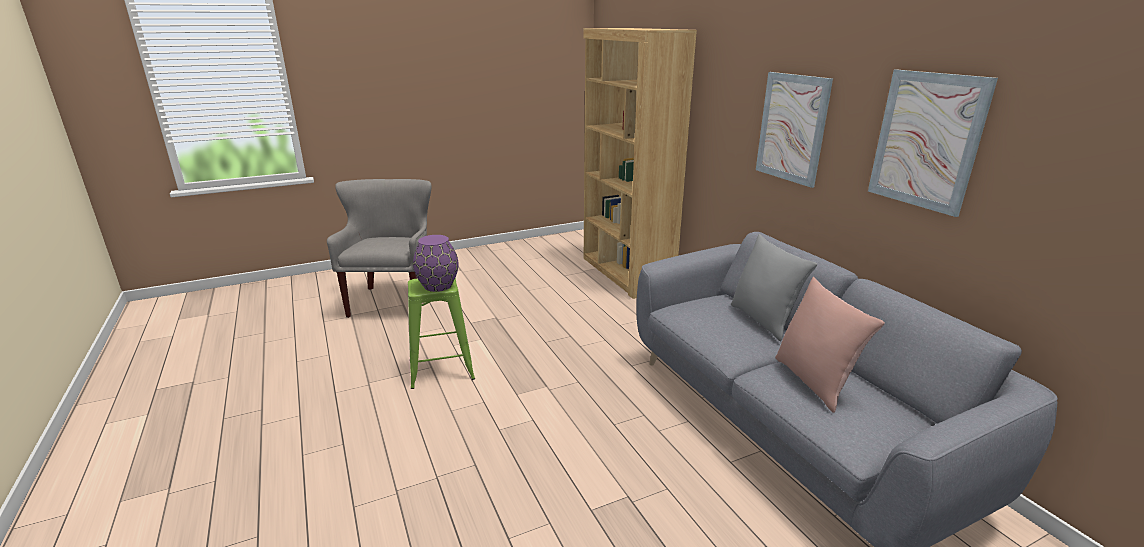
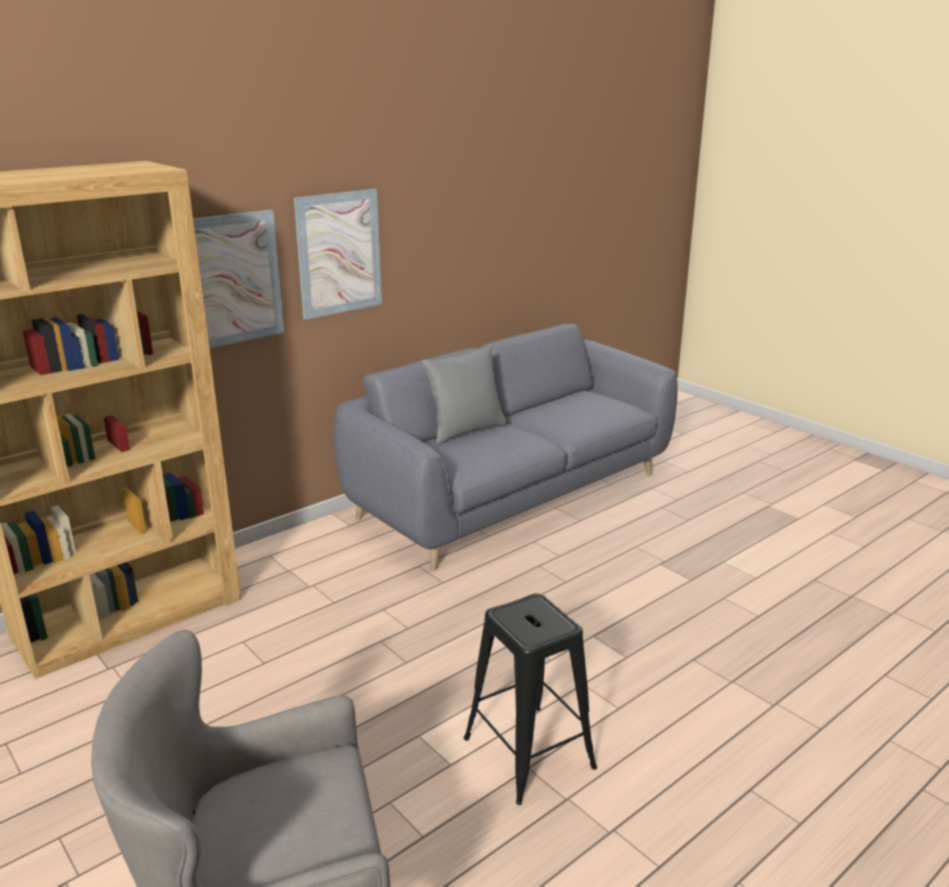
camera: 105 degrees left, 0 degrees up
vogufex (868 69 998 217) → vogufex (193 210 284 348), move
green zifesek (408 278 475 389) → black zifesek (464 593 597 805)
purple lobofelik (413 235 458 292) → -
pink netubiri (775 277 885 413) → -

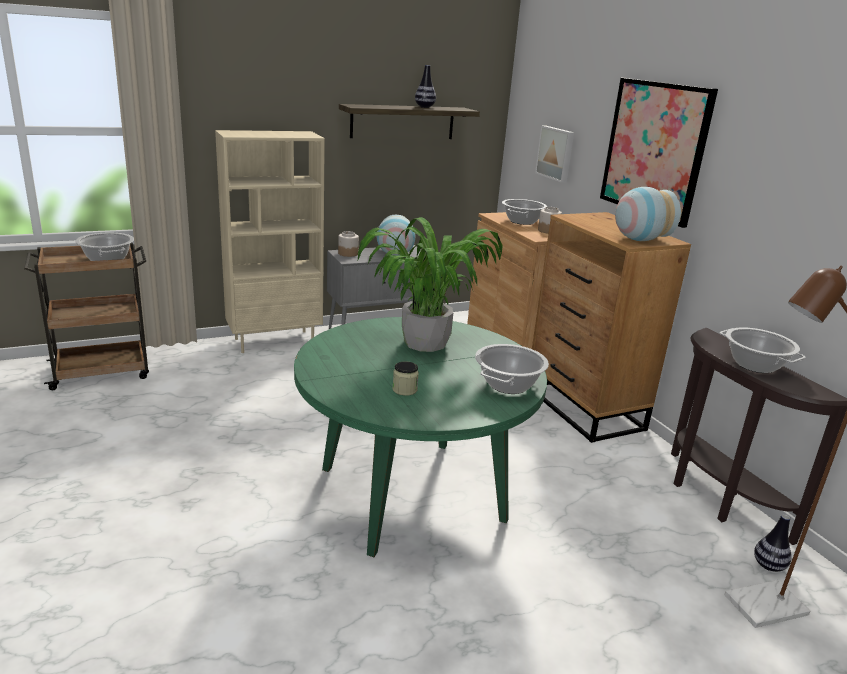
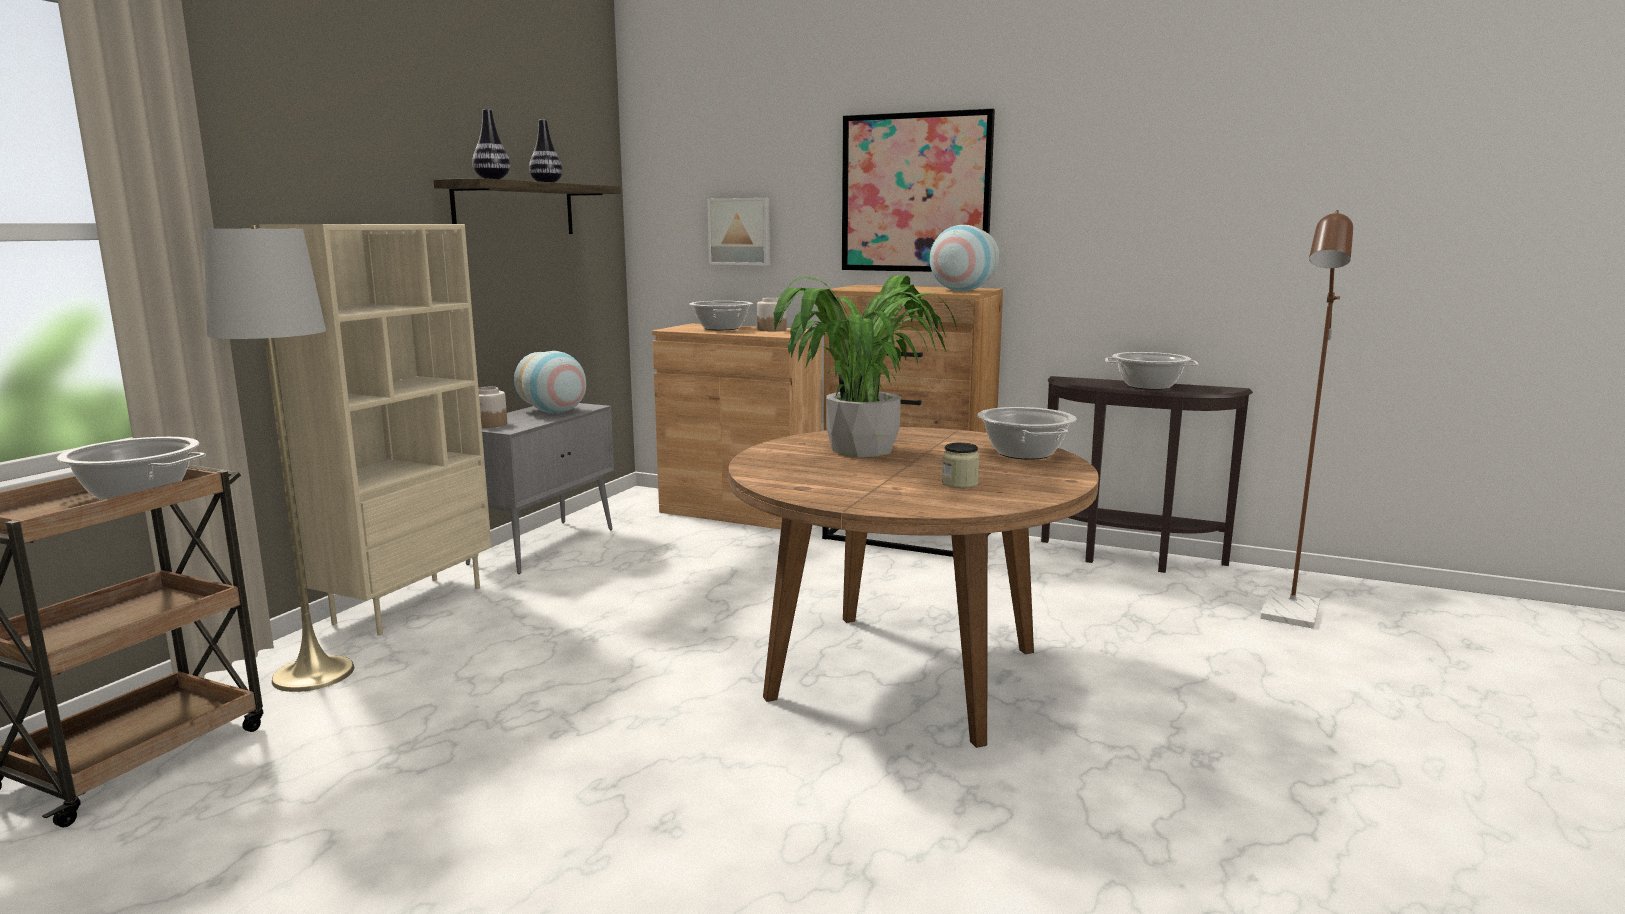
camera: 40 degrees left, 10 degrees down
- → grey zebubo (203 225 354 692)
lobofelik (754 514 792 572) → lobofelik (472 109 510 179), move
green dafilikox (294 317 547 557) → brown dafilikox (729 427 1099 748)

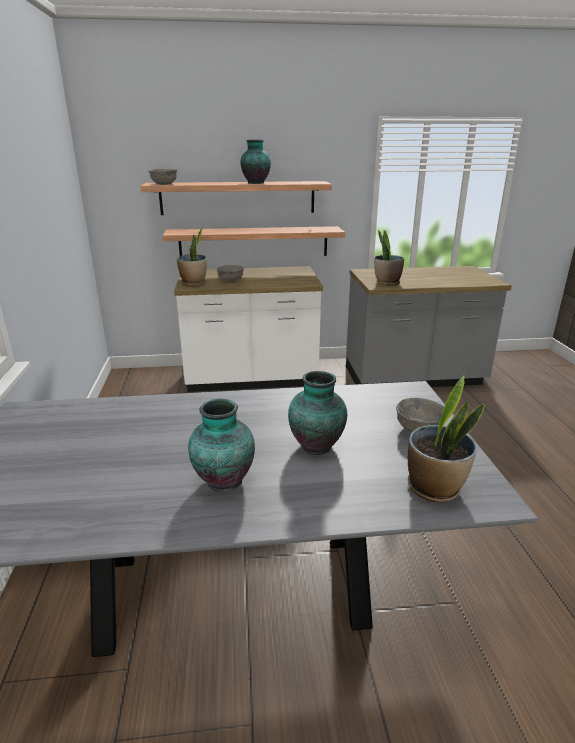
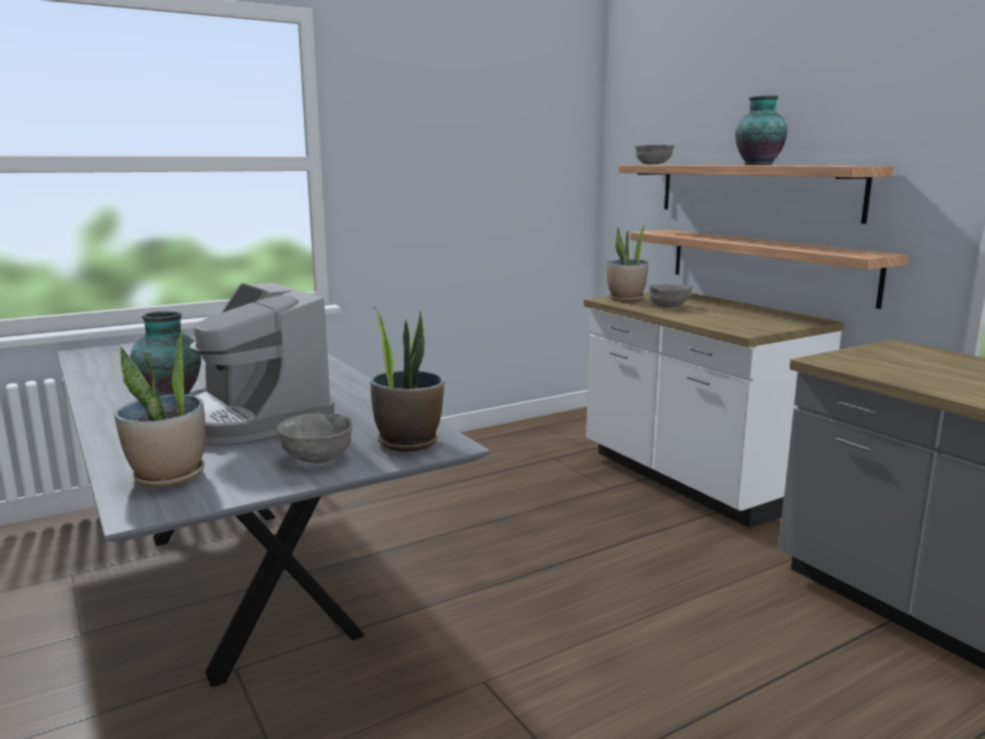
camera: 65 degrees right, 10 degrees down
lobofelik (288 371 347 455) → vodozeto (186 283 335 444)
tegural (374 230 404 286) → tegural (370 307 444 452), move

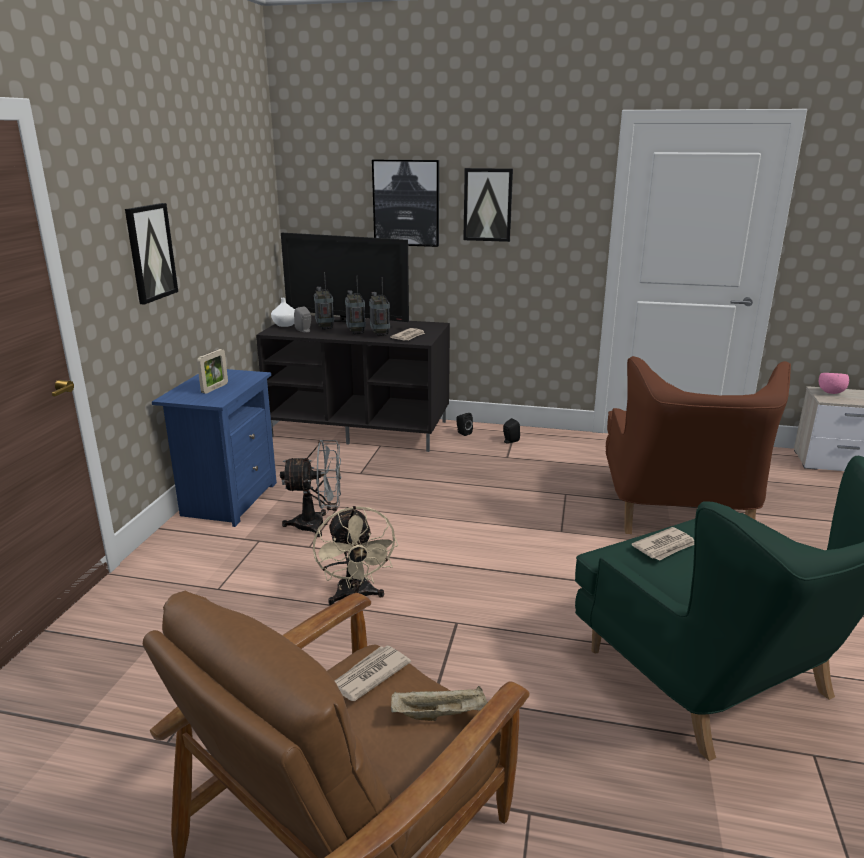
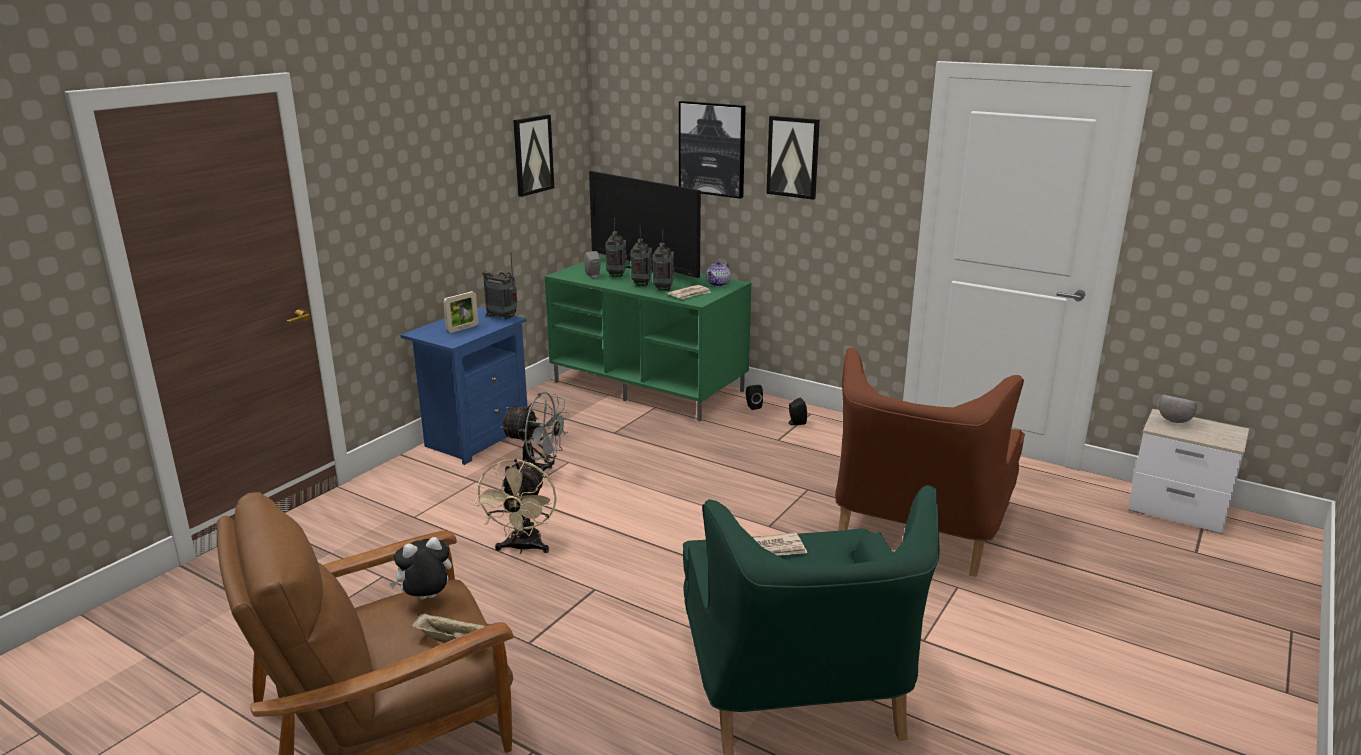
camera: 20 degrees right, 0 degrees up
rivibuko (334 646 411 701) → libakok (389 537 452 600)
- → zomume (482 252 517 319)
vogufex (125 203 178 304) → vogufex (513 114 554 197), move
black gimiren (256 315 450 452) → green gimiren (545 256 751 421)
- → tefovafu (706 261 731 287)
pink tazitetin (819 373 849 394) → grey tazitetin (1159 395 1197 423)
white lobofelik (271 298 295 327) → -

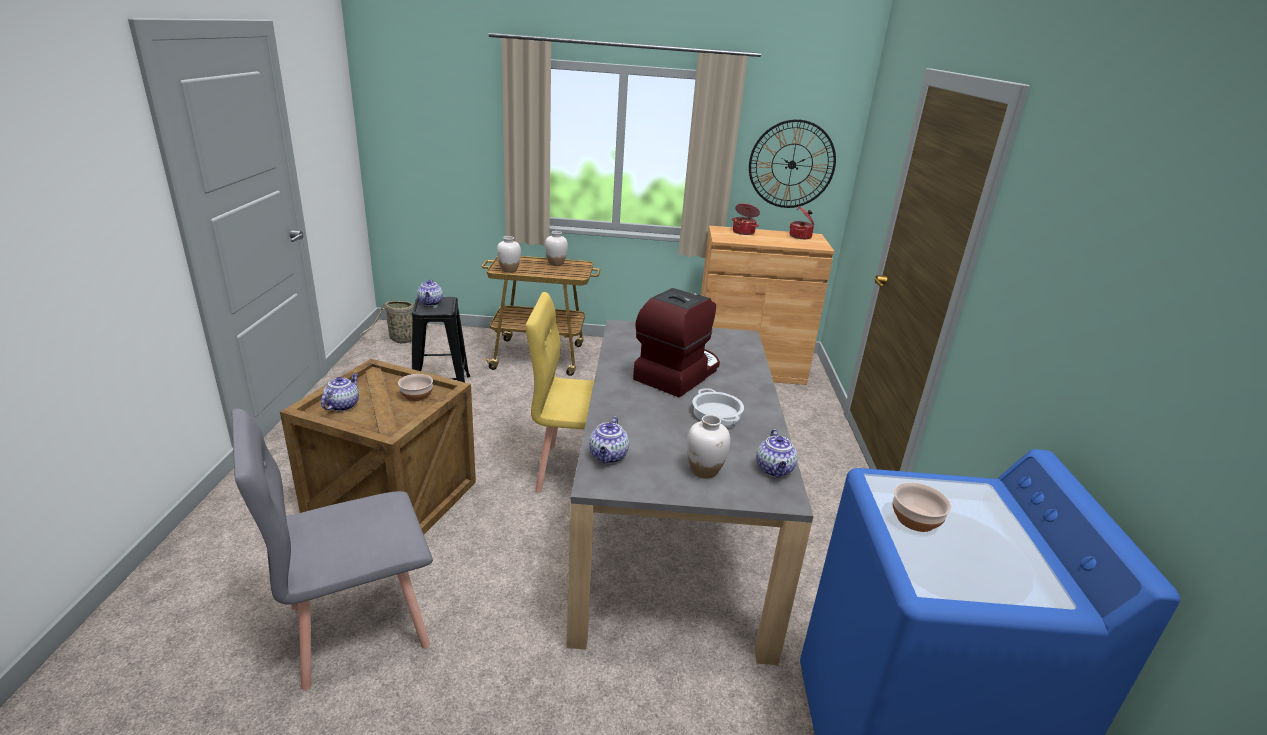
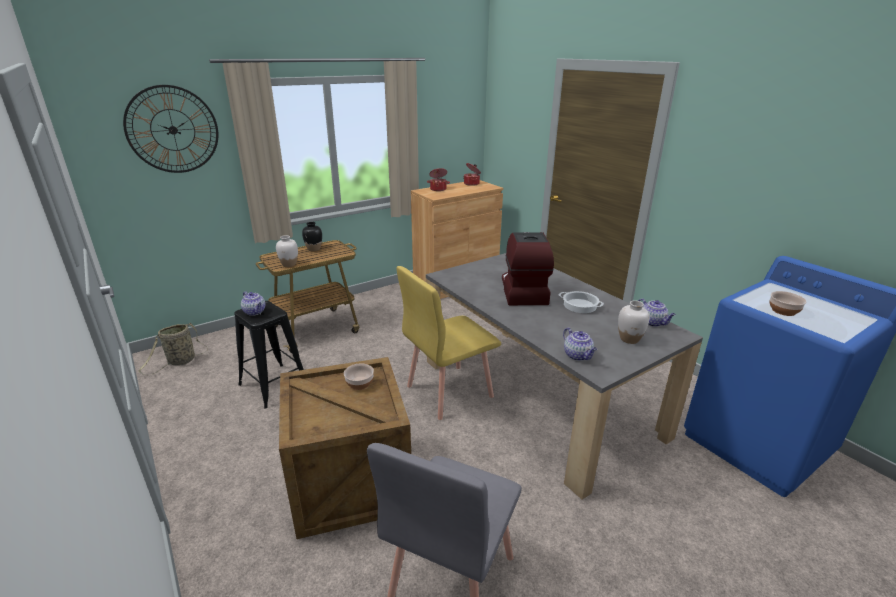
camera: 35 degrees left, 0 degrees up
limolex (749 119 836 208) → limolex (123 85 219 173), move
white lobofelik (545 231 568 266) → black lobofelik (302 222 322 251)
tefovafu (321 373 359 411) → -

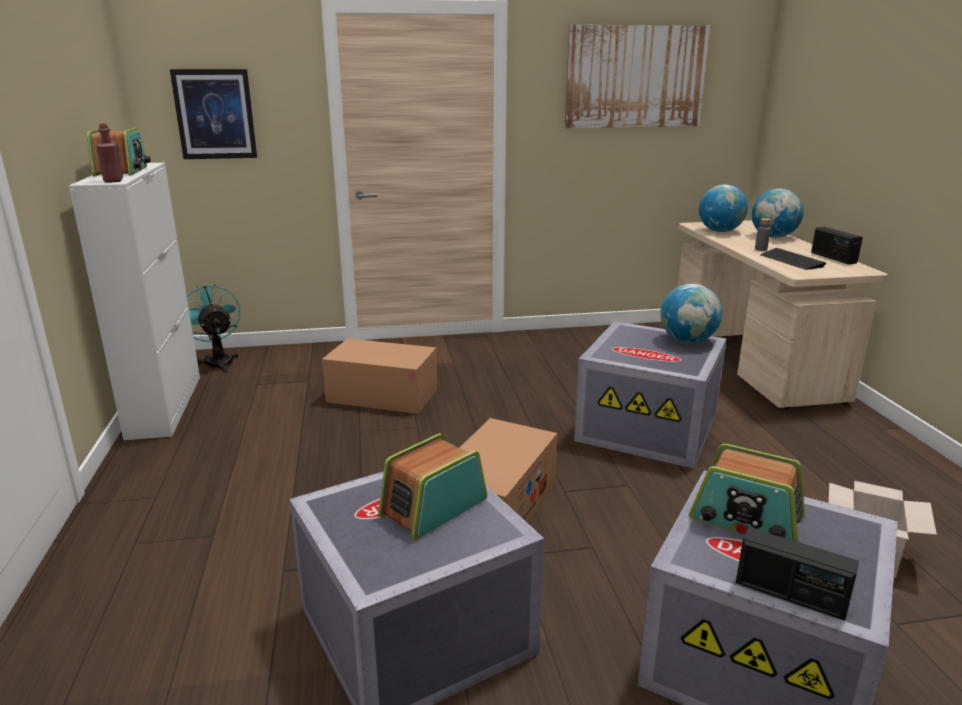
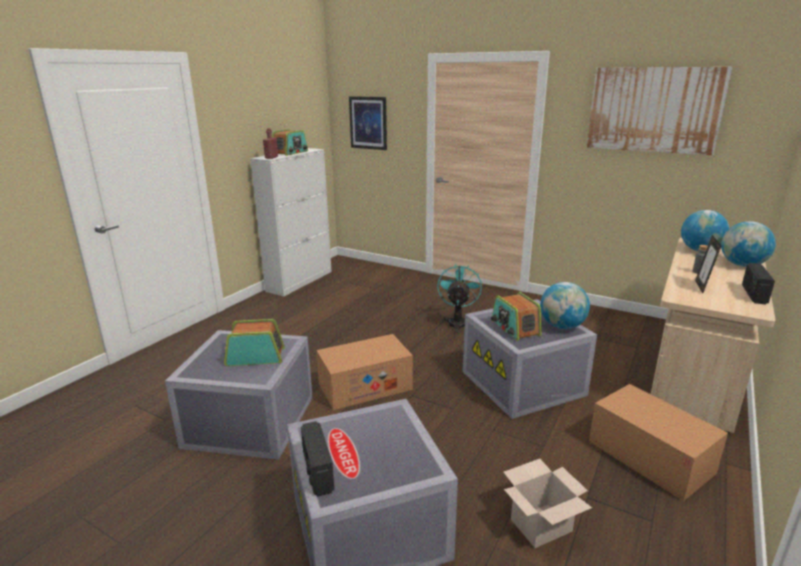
camera: 40 degrees right, 0 degrees up
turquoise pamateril (187 284 240 372) → turquoise pamateril (437 263 482 333), move
zomume (689 444 805 542) → zomume (491 292 542 341), move
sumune (322 338 437 414) → sumune (589 384 728 501), move
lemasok (760 248 826 270) → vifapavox (695 235 721 293)

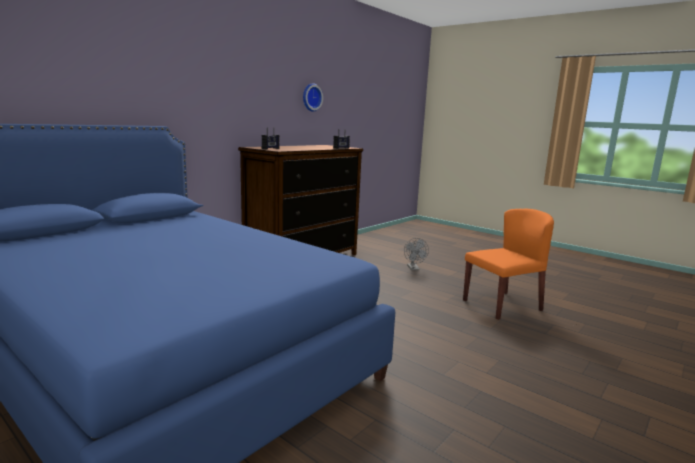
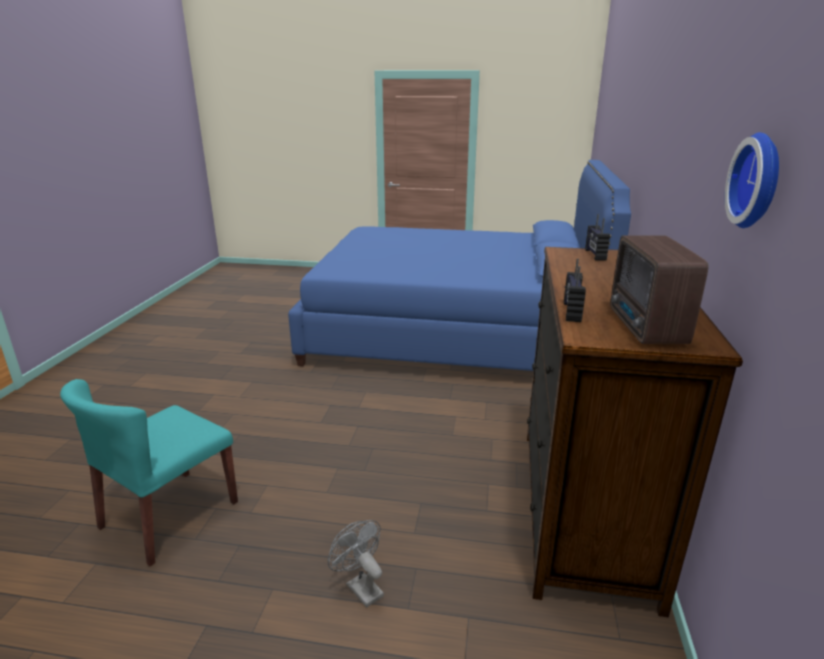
camera: 150 degrees right, 10 degrees up
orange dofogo (463 209 554 320) → turquoise dofogo (60 379 238 567)
- → zomume (610 235 709 344)

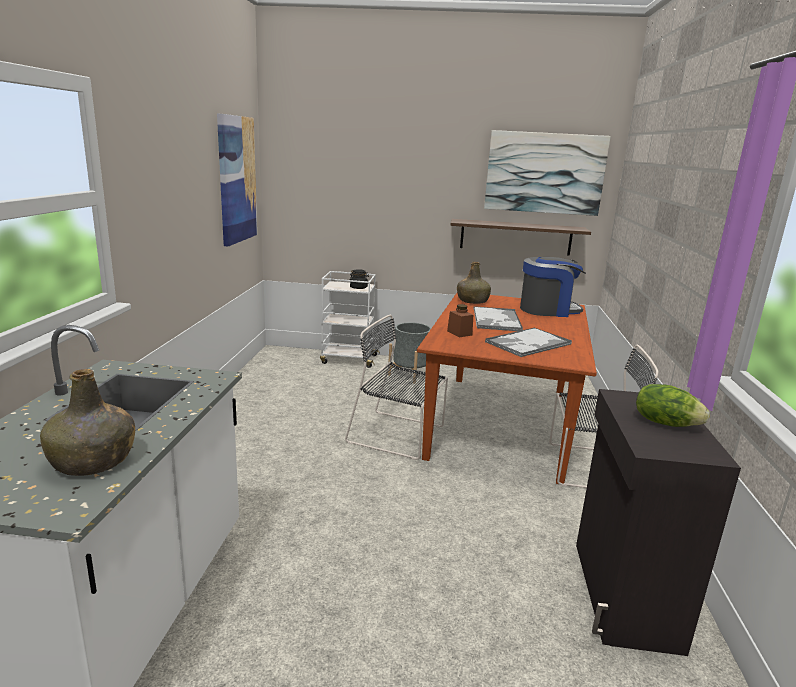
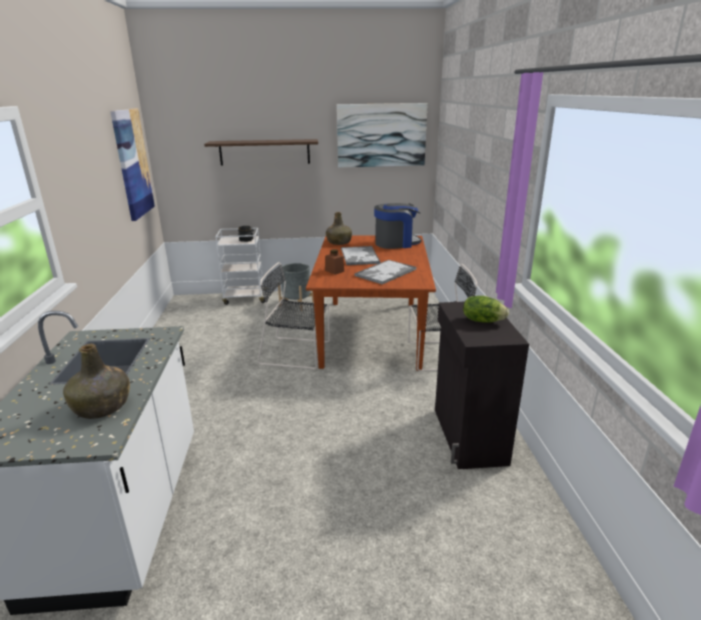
camera: 10 degrees left, 5 degrees up
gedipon (450 219 591 256) → gedipon (204 139 318 166), move

